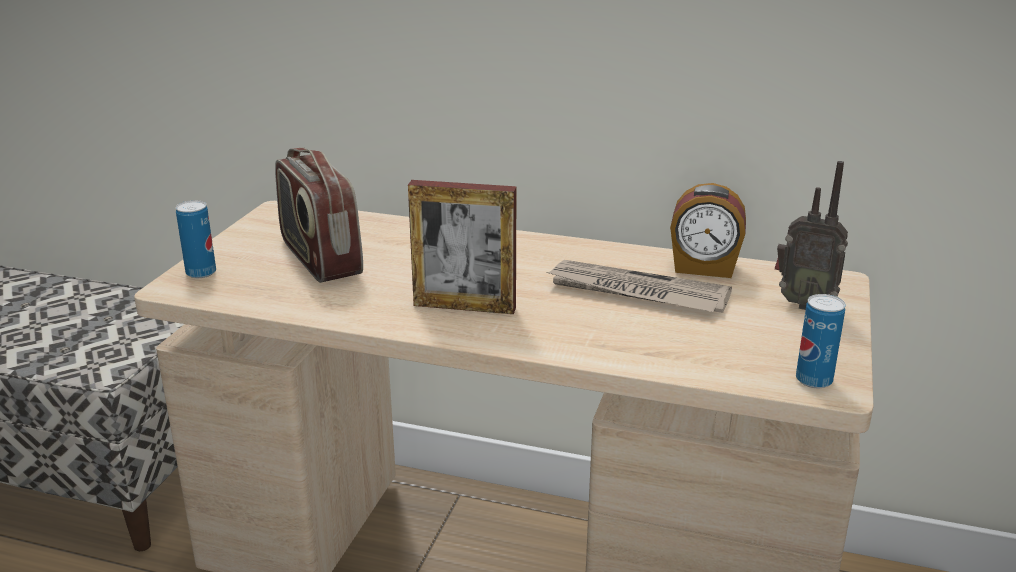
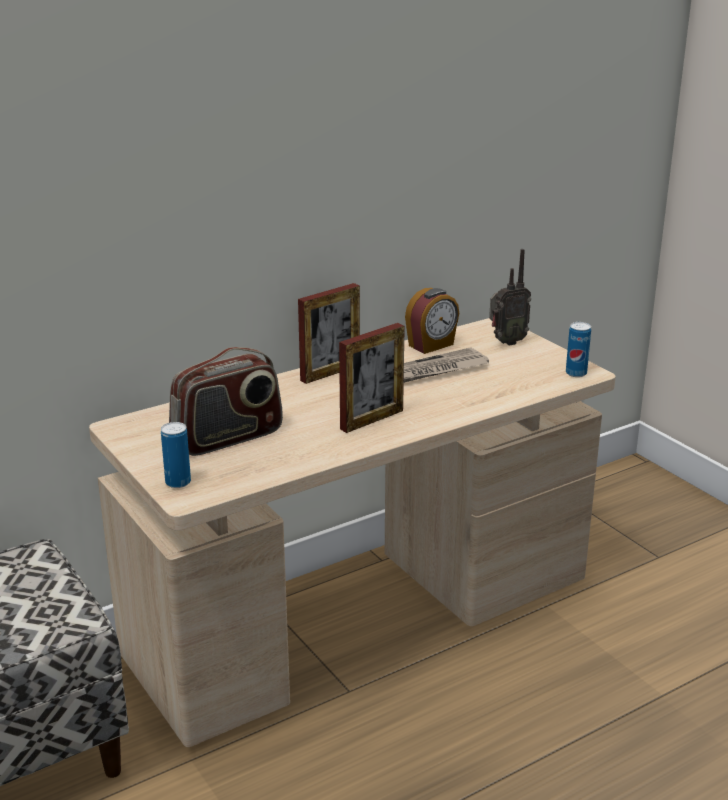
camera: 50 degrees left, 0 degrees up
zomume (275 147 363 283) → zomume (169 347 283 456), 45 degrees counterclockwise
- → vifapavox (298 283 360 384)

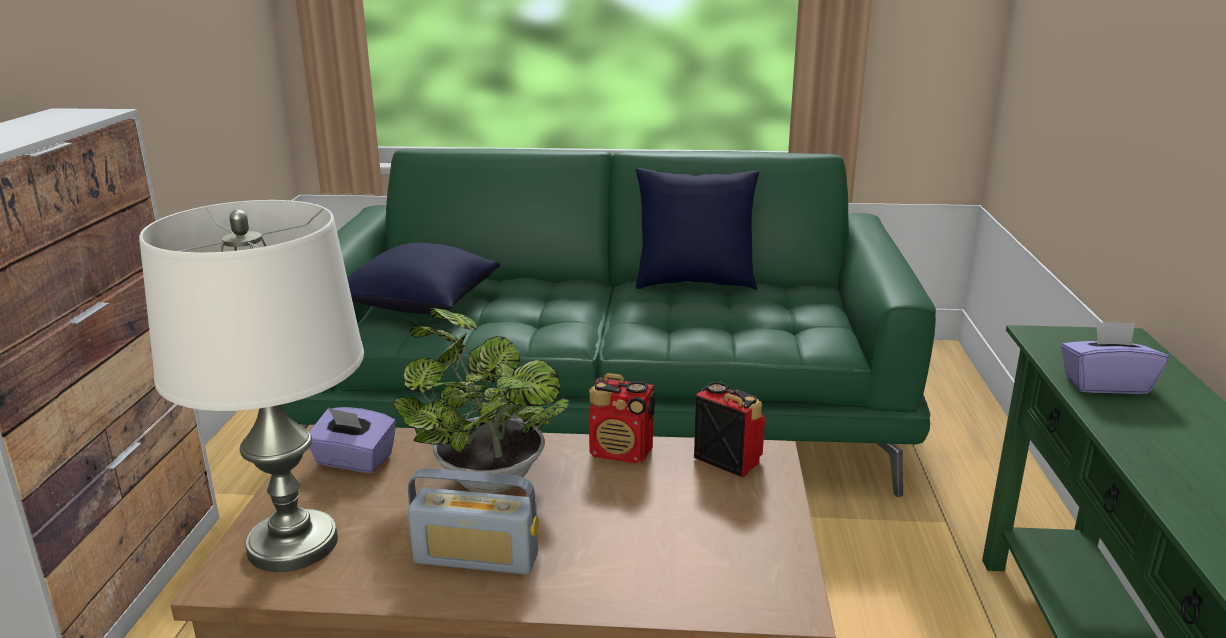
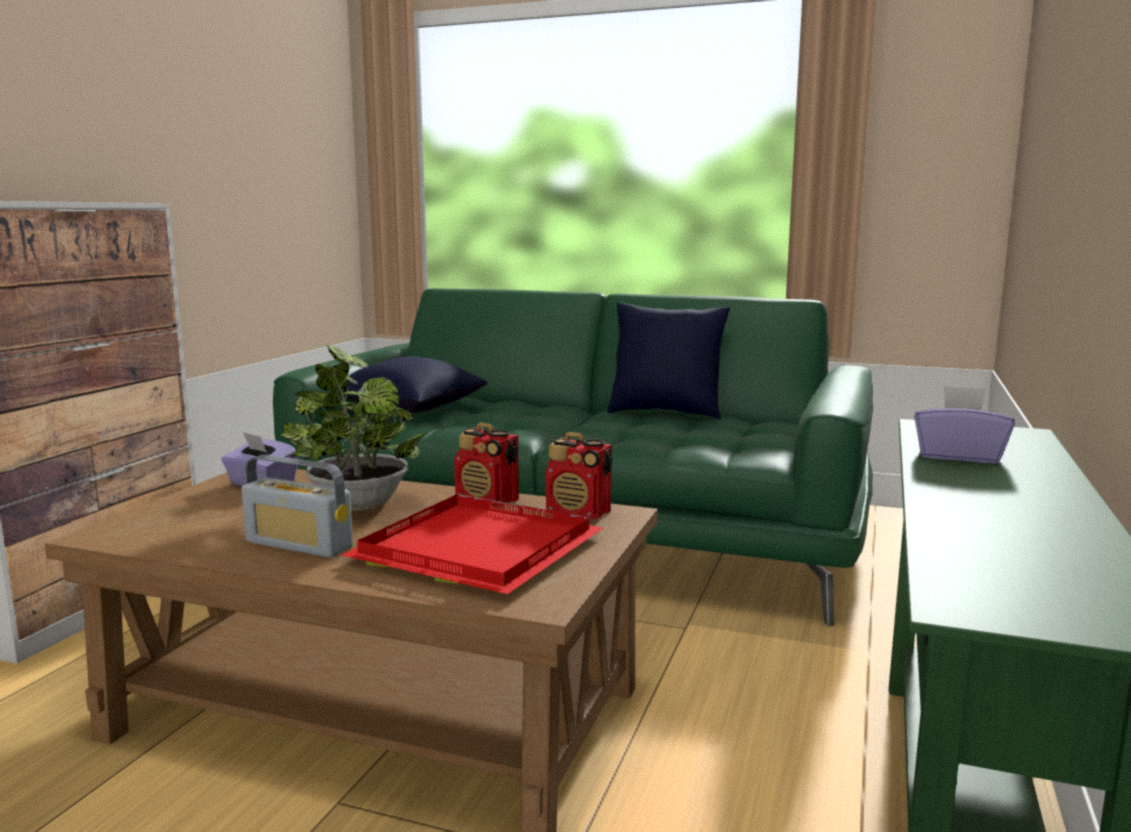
camera: 15 degrees right, 10 degrees down
- → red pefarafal (341 494 603 594)
zomume (694 382 765 478) → zomume (546 432 612 519), 150 degrees clockwise
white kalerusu (139 200 364 572) → -

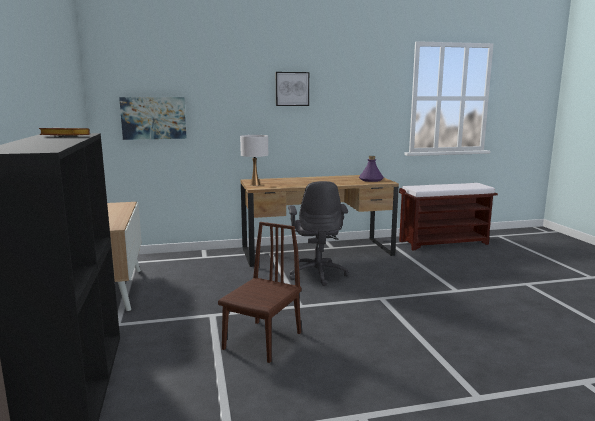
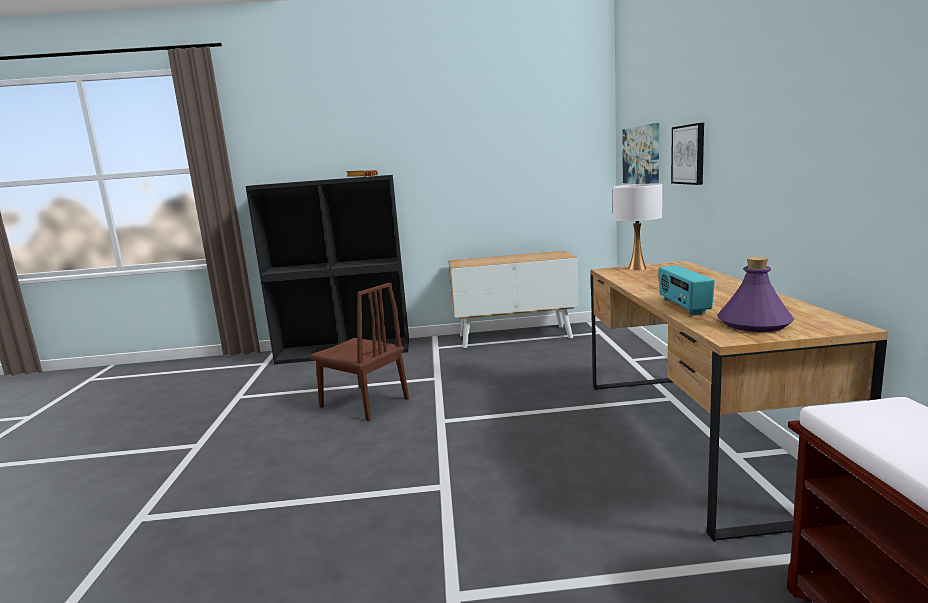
camera: 100 degrees right, 0 degrees up
- → zomume (659 265 715 316)
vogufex (276 72 309 106) → vogufex (671 123 704 185), move
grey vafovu (288 181 348 286) → -

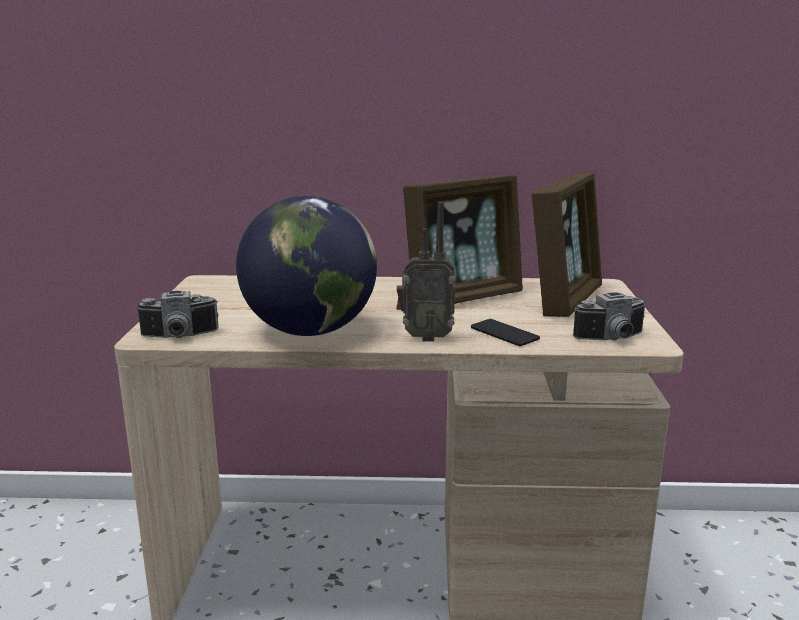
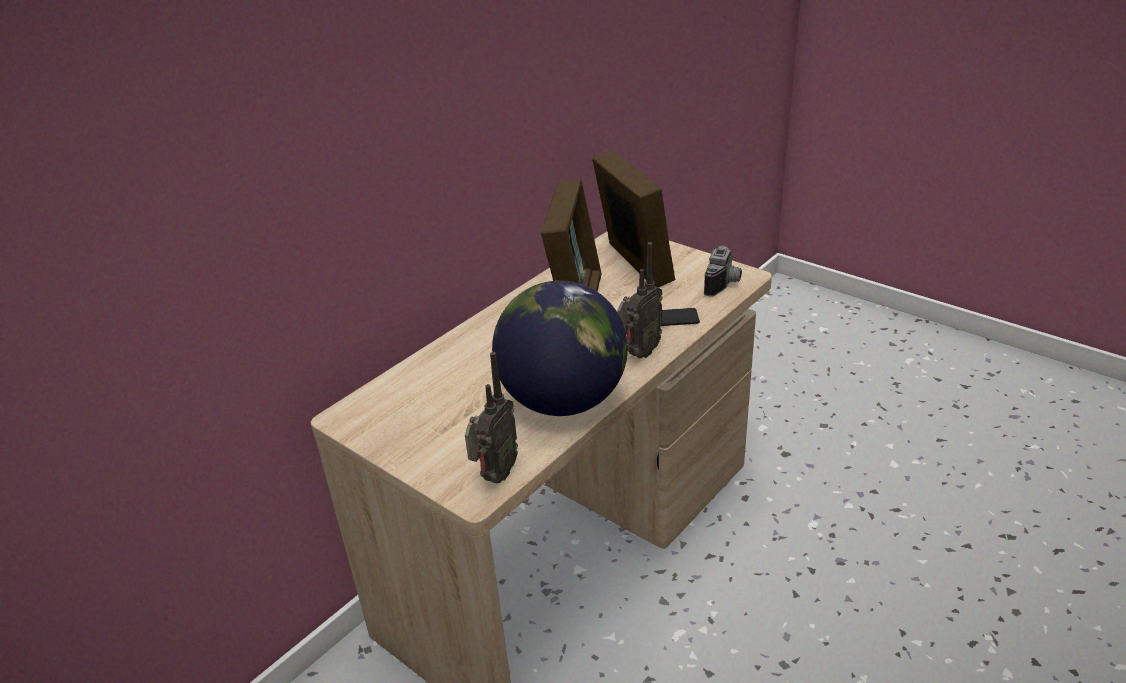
camera: 50 degrees left, 15 degrees up
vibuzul (135 291 219 338) → zomume (465 352 518 483)

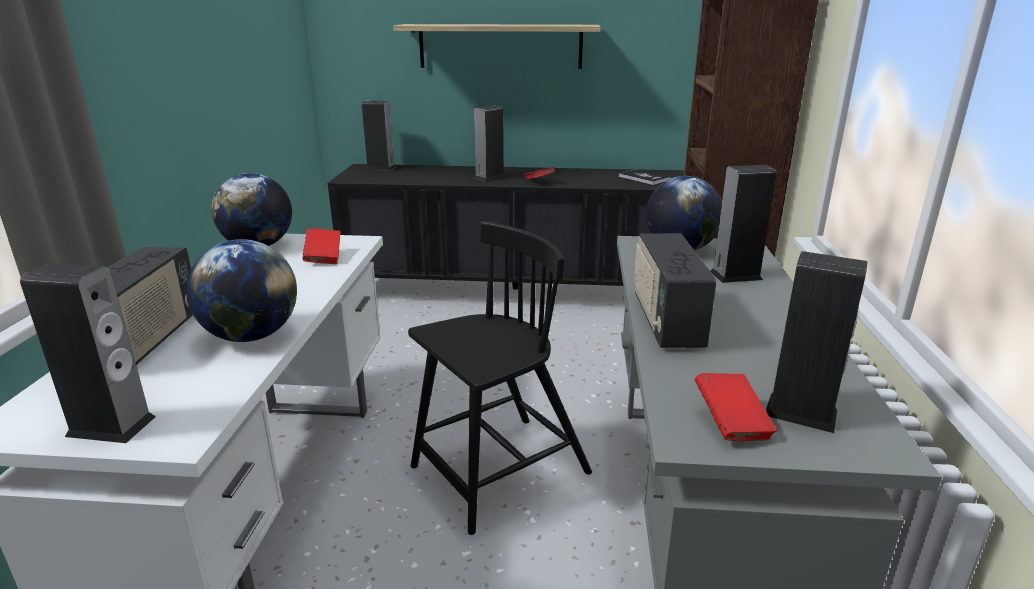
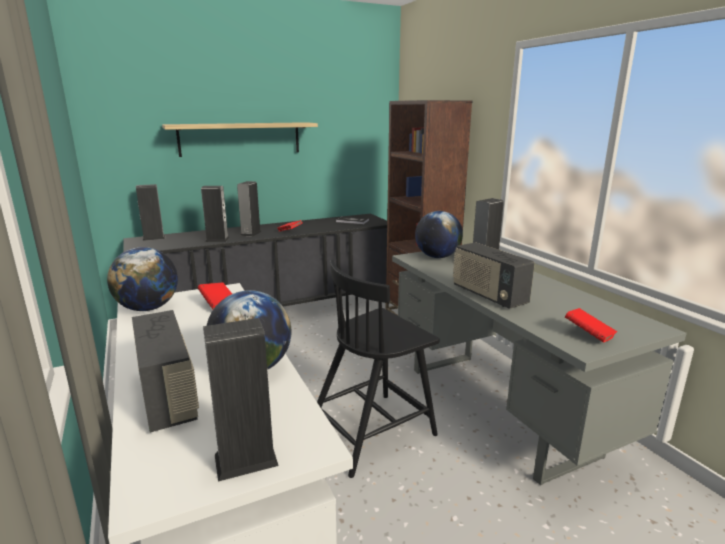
camera: 30 degrees left, 5 degrees down
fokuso (766 251 868 433) → fokuso (201 186 229 242), move
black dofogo (408 221 592 535) → black dofogo (317 260 439 478), 150 degrees counterclockwise

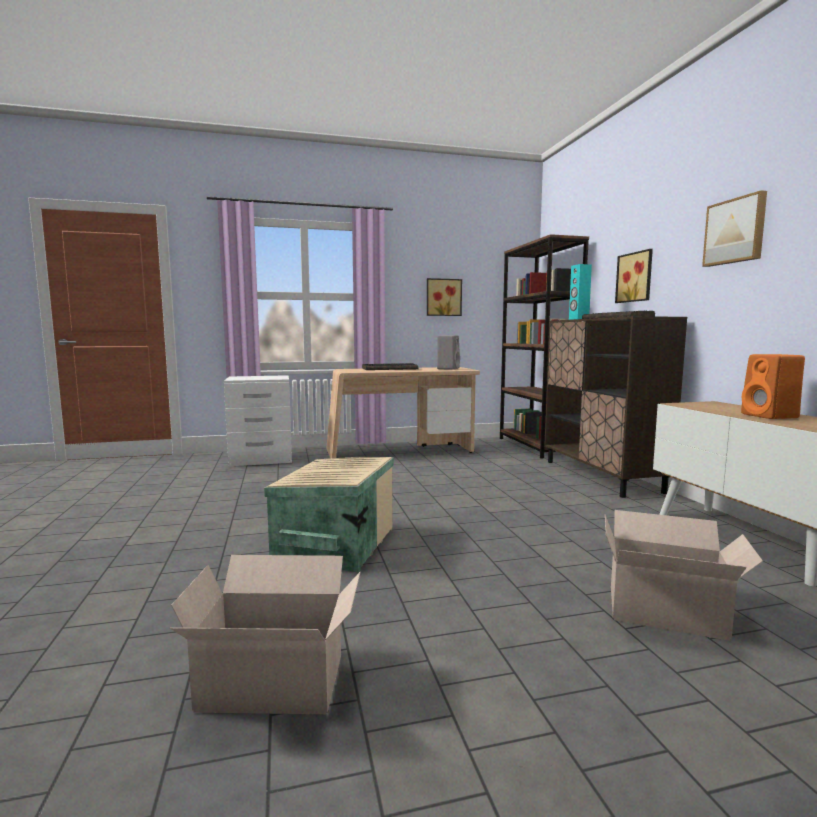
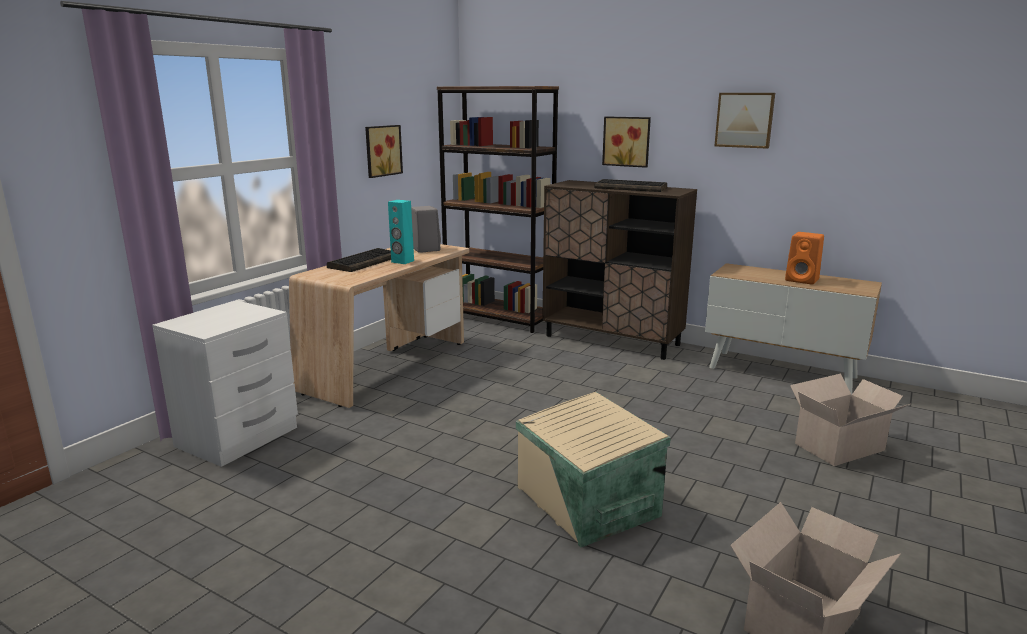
camera: 45 degrees left, 10 degrees up
turquoise fokuso (569 264 592 320) → turquoise fokuso (388 200 414 264), move

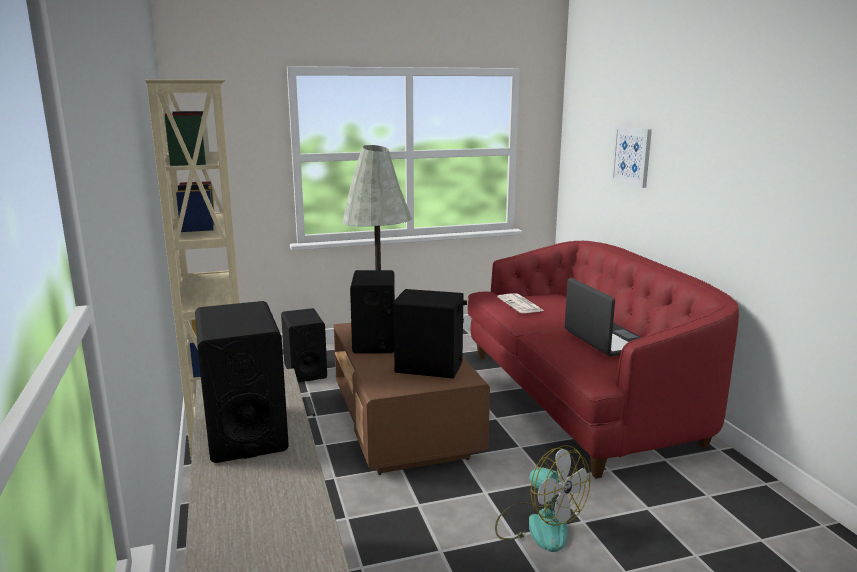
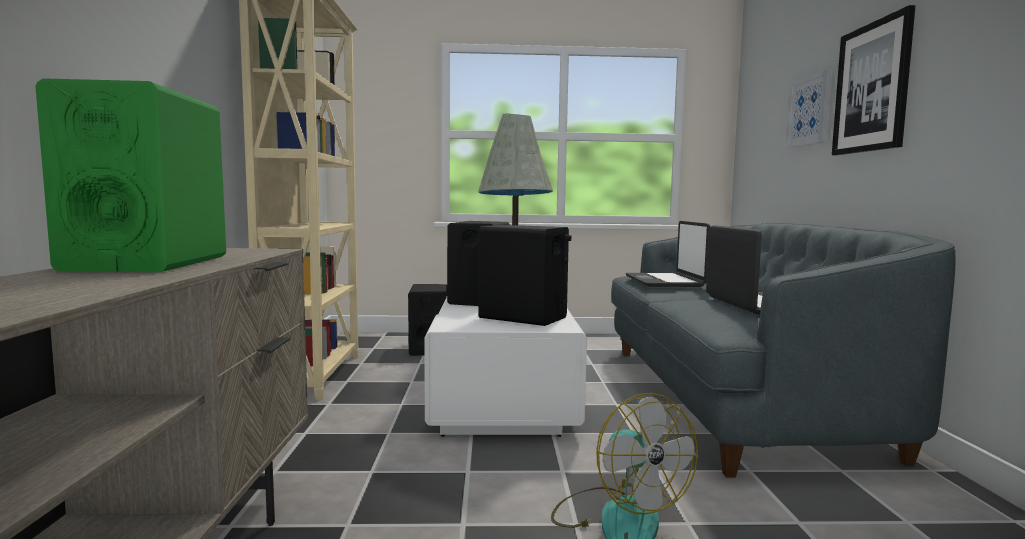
camera: 15 degrees right, 10 degrees down
black fokuso (195 301 289 463) → green fokuso (35 78 226 272)
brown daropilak (334 323 490 475) → white daropilak (424 297 587 437)
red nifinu (468 241 739 479) → grey nifinu (611 223 956 478)
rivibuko (497 293 544 313) → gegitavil (626 221 710 287)
- → vogufex (832 5 915 155)

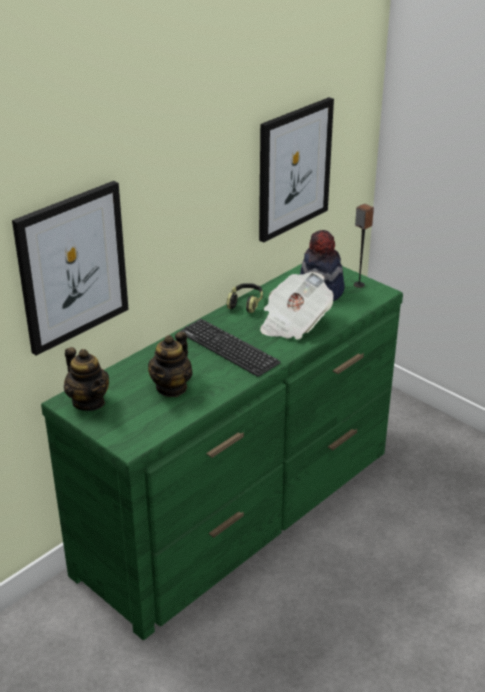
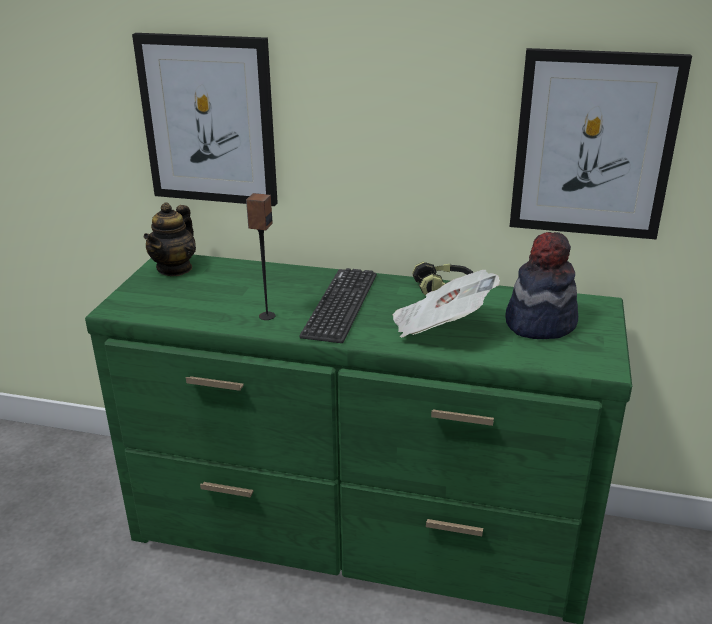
camera: 60 degrees right, 5 degrees down
fokuso (354 204 374 288) → fokuso (246 193 275 320), move
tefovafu (148 332 193 397) → -

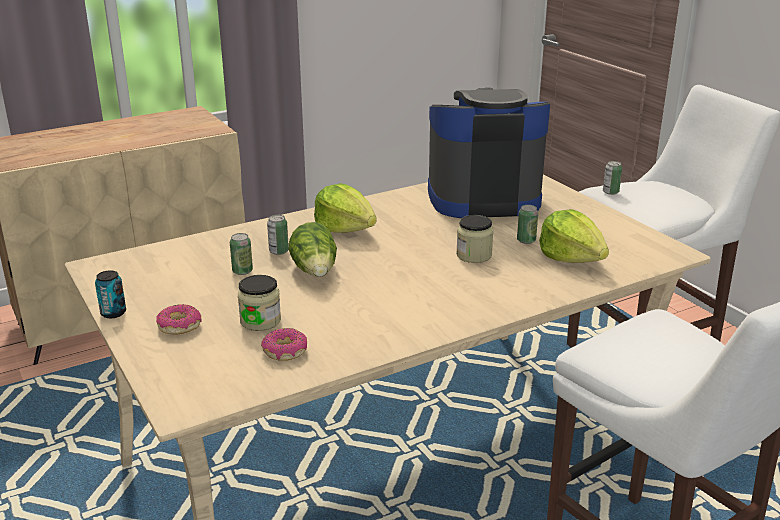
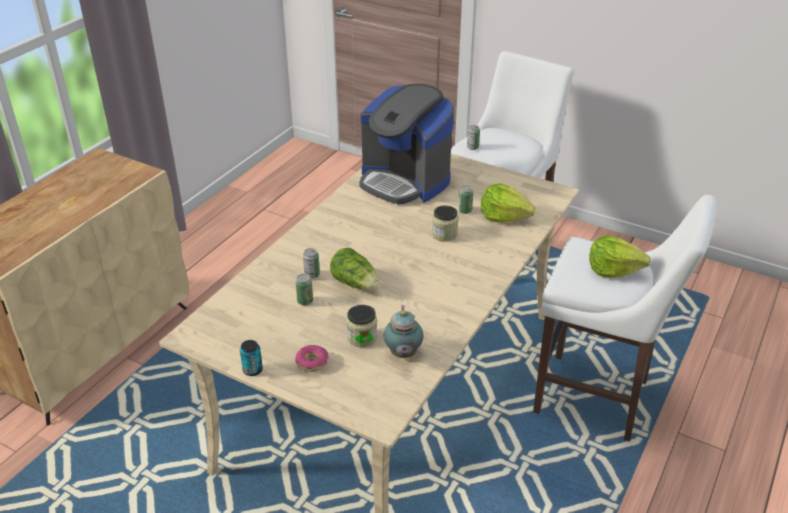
camera: 30 degrees left, 10 degrees up
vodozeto (428 88 550 218) → vodozeto (359 84 454 205), 105 degrees counterclockwise
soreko (261 328 307 361) → tefovafu (384 305 423 358)
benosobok (314 183 377 233) → benosobok (589 235 651 278), move

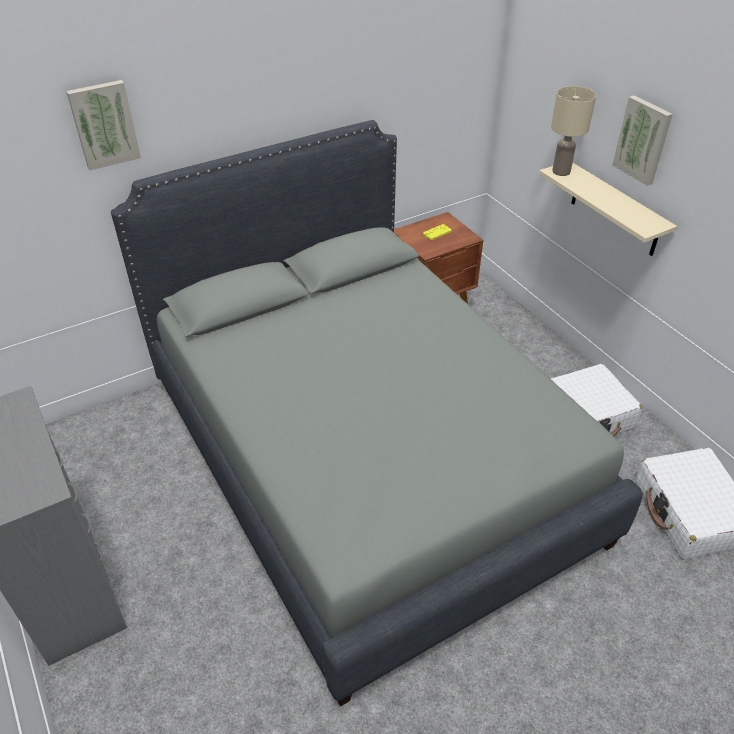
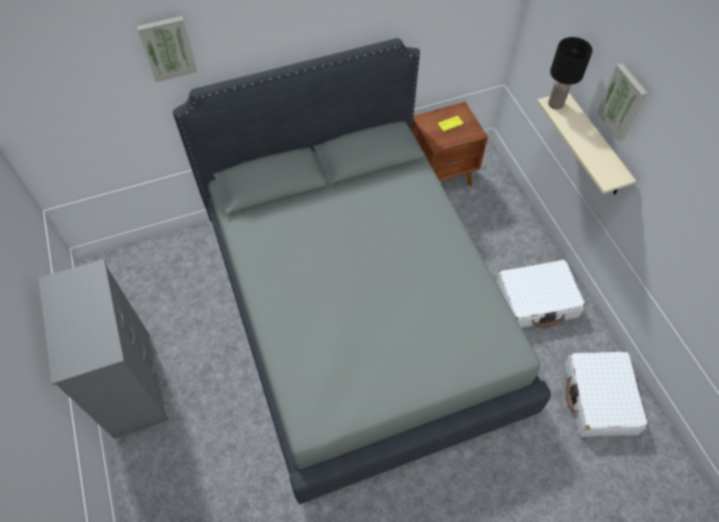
camera: 10 degrees right, 15 degrees up
beige kalerusu (551 86 596 176) → black kalerusu (548 37 593 110)

